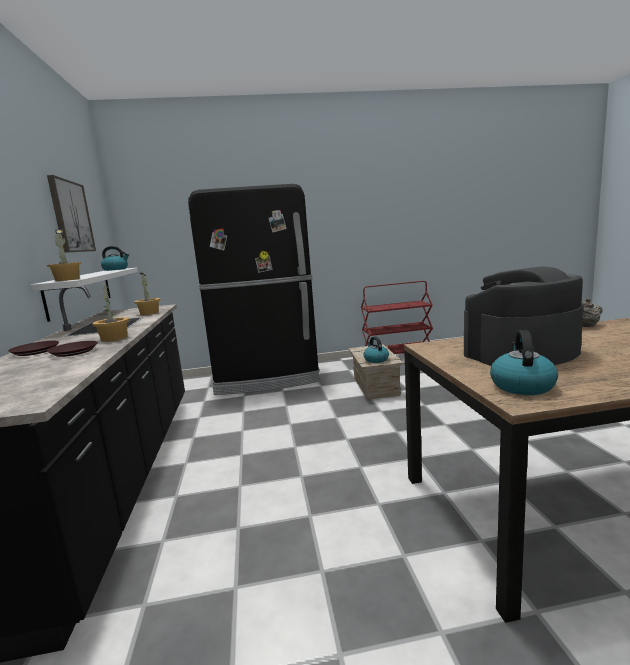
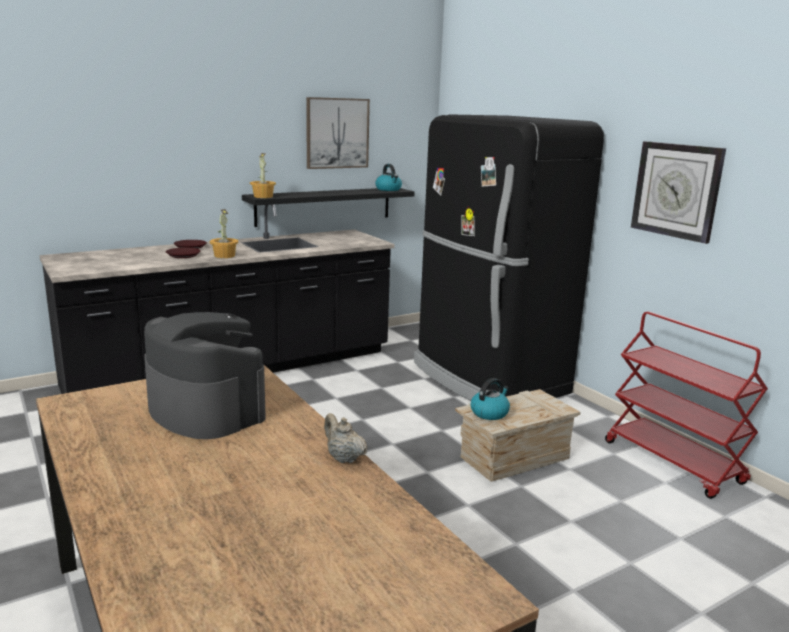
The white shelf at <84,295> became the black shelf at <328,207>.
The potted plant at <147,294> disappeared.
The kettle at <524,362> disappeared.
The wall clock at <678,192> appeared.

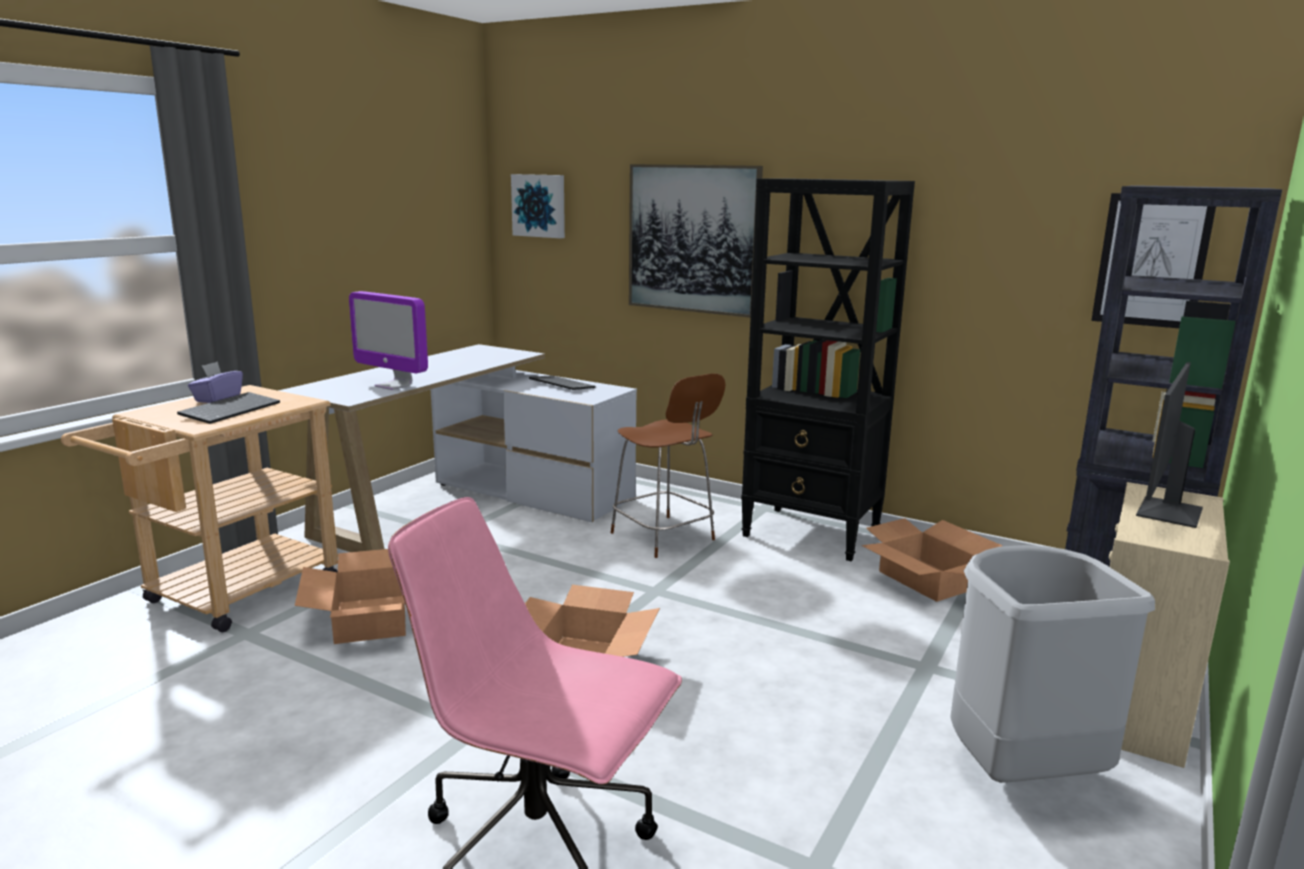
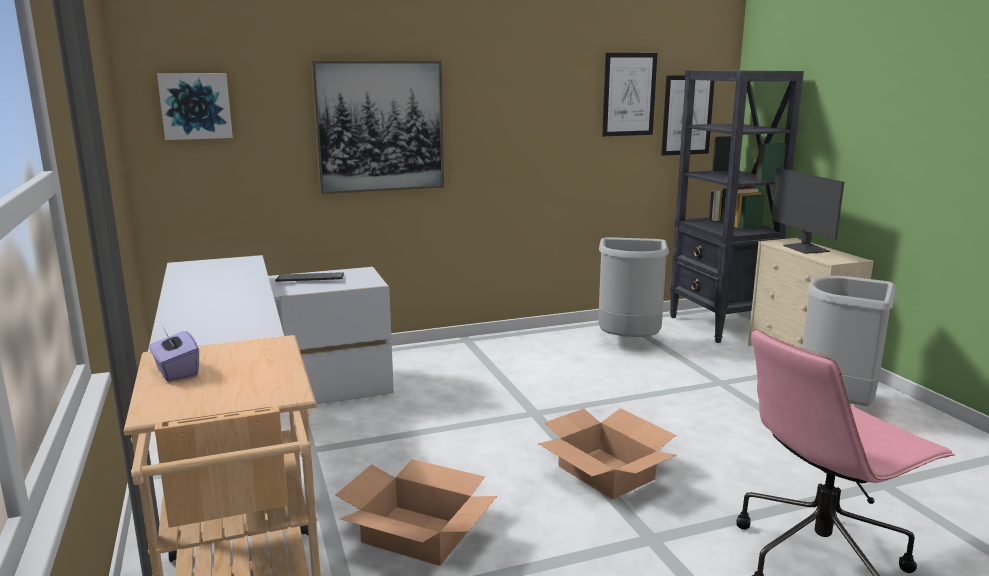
The keyboard at <228,408> disappeared.
The monitor at <388,340> disappeared.
The brown chair at <668,465> disappeared.
The black bookcase at <828,370> disappeared.
The cardboard box at <932,560> was replaced by the grey trash can at <633,287>.
The picture at <629,94> appeared.

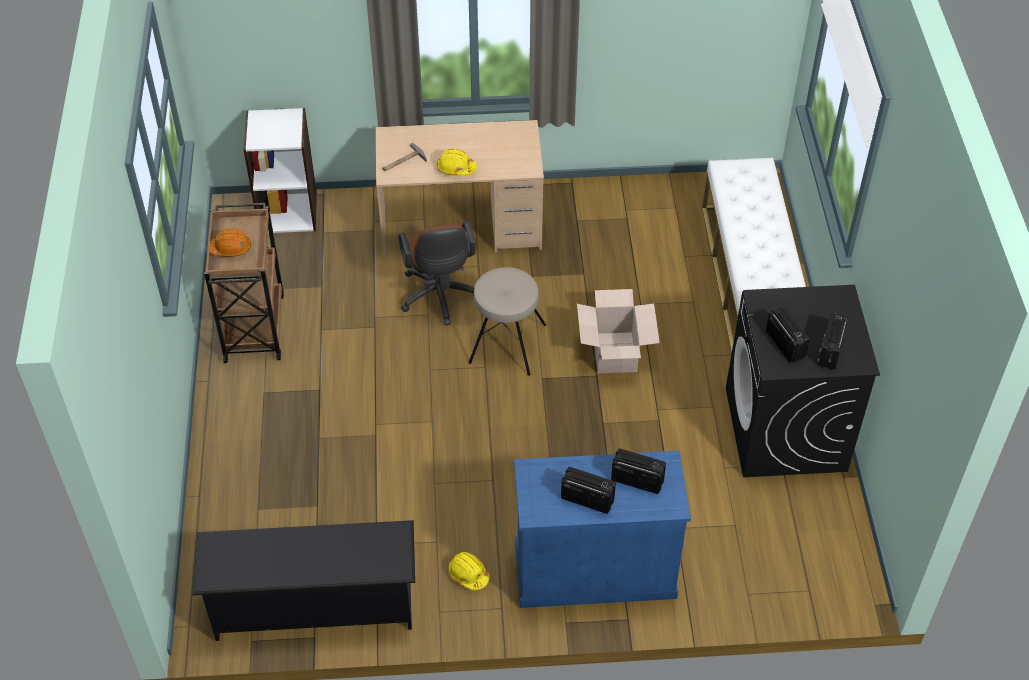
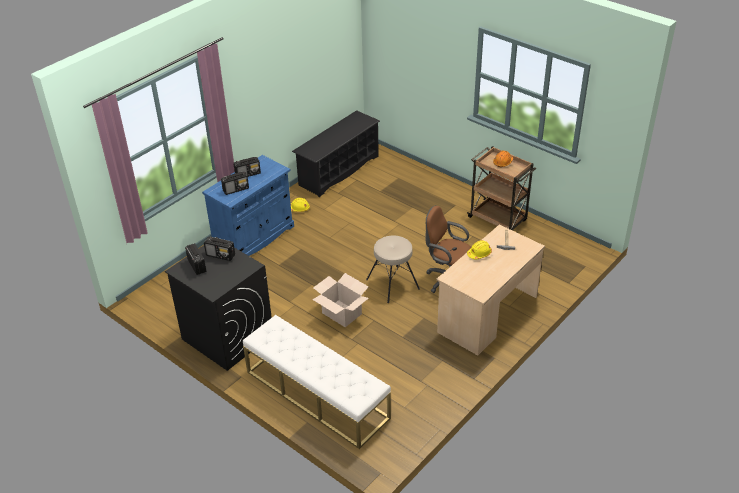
The white bookcase at <280,170> disappeared.

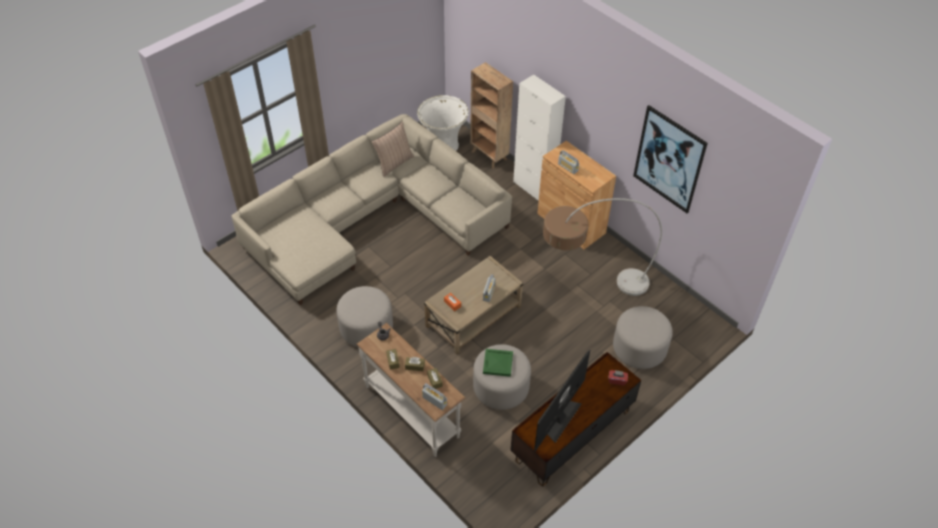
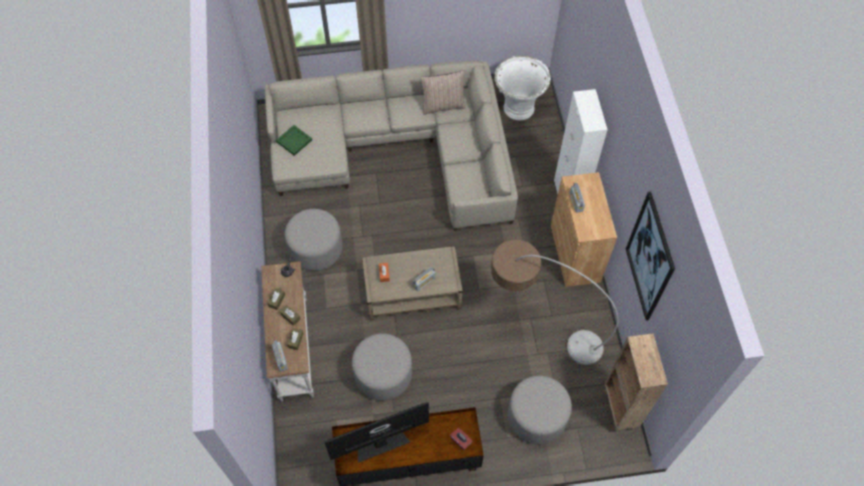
The brown bookcase moved from <491,115> to <635,382>.
The green tray moved from <498,363> to <294,140>.

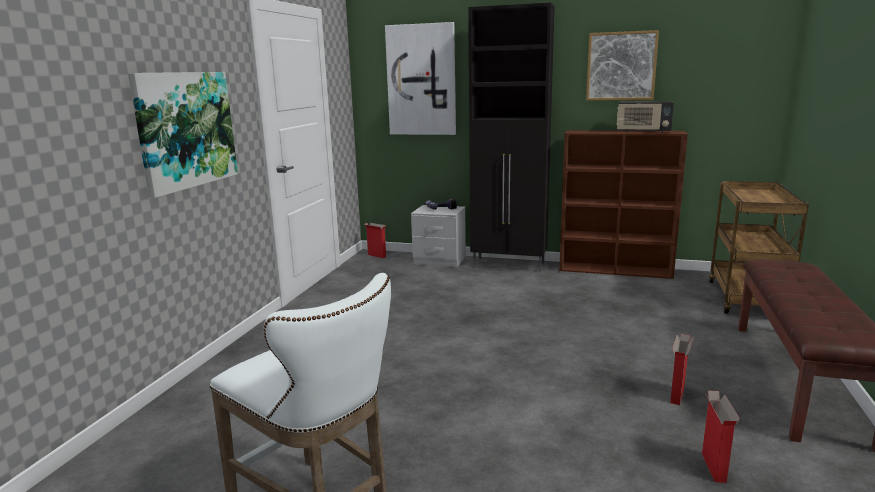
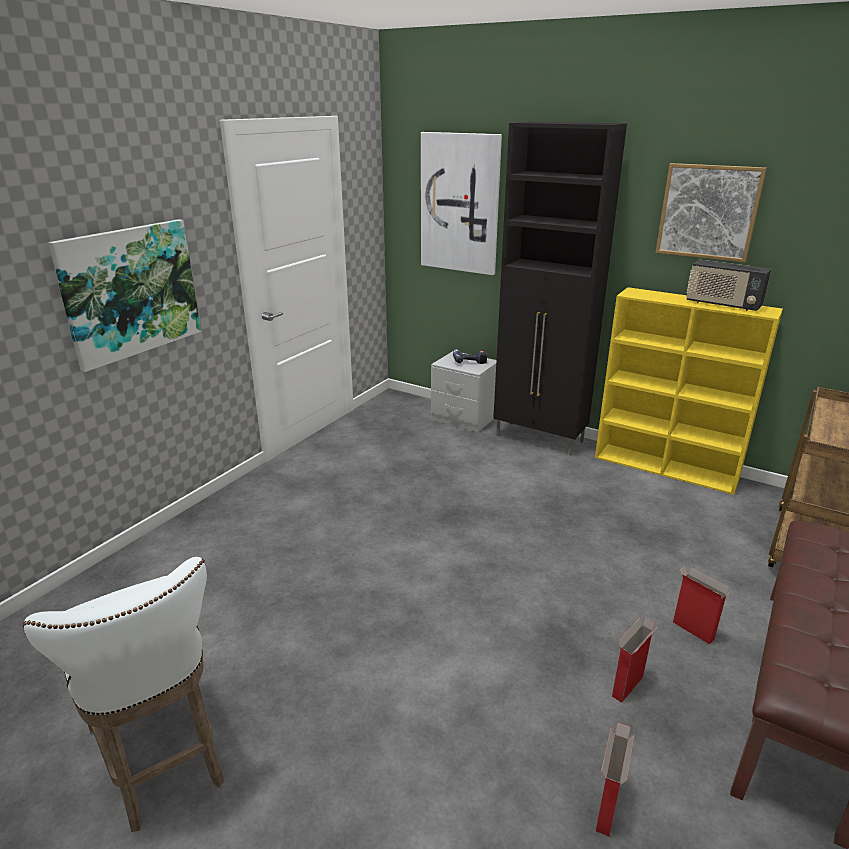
The cardboard box moved from <375,240> to <702,605>.
The brown bookcase at <623,204> became the yellow bookcase at <689,391>.

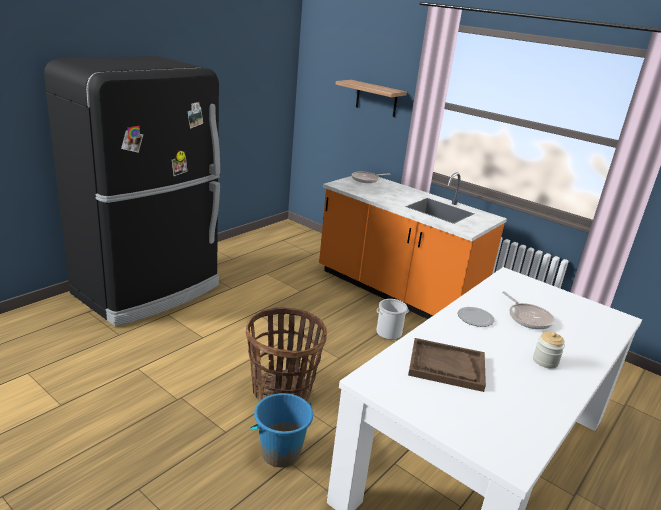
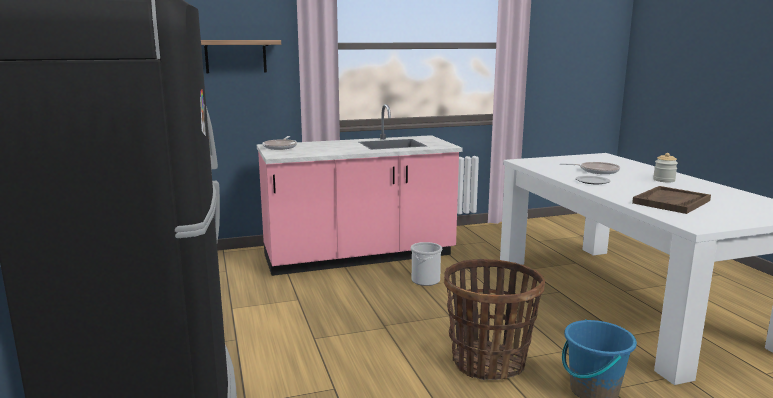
The orange counter at <413,245> became the pink counter at <360,190>.

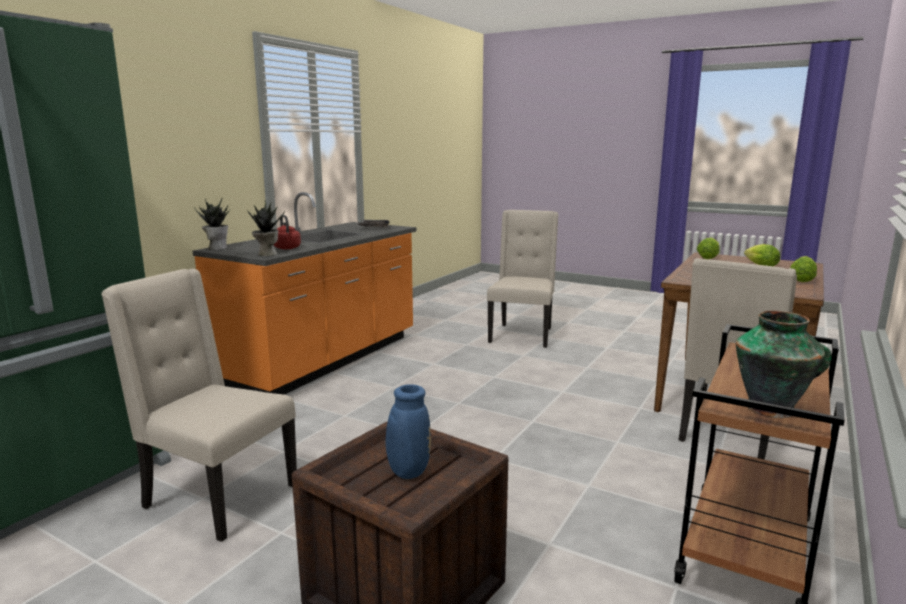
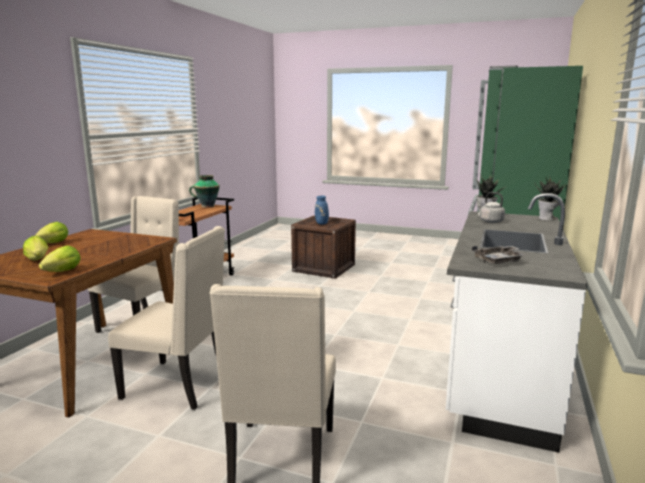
The beige chair moved from <199,405> to <166,318>.
The orange counter at <305,293> became the white counter at <516,323>.
The red kettle at <287,232> became the grey kettle at <491,207>.

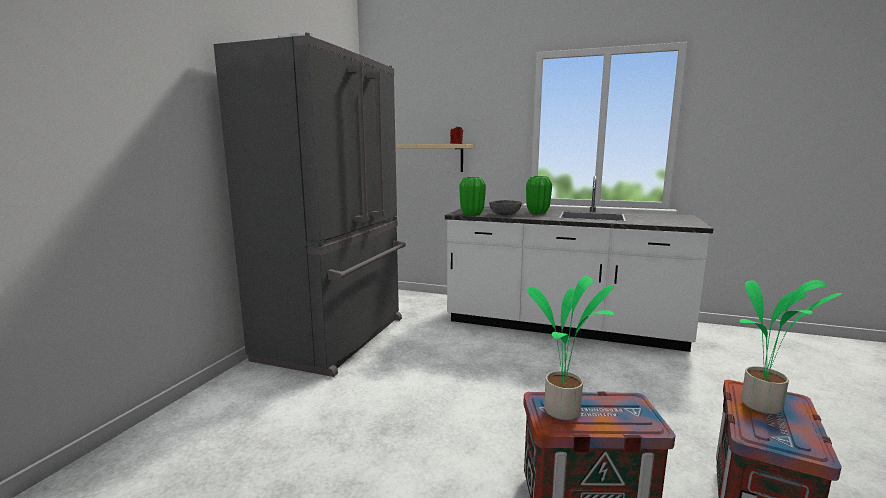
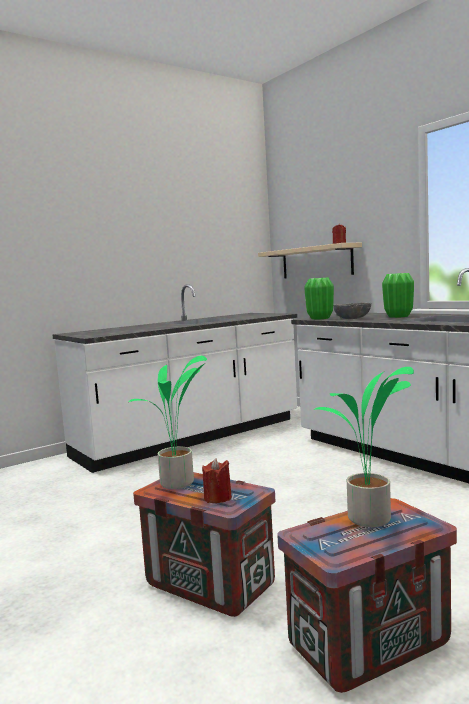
The grey fridge at <309,204> was replaced by the white counter at <174,378>.
The red candle at <217,480> appeared.

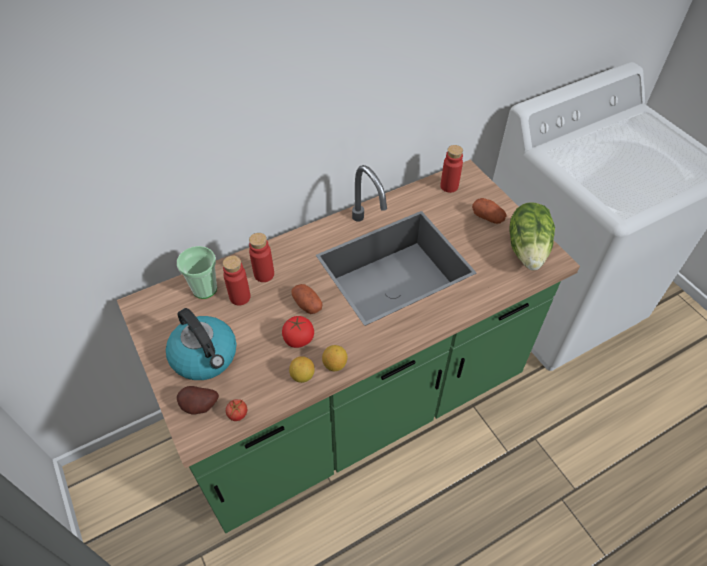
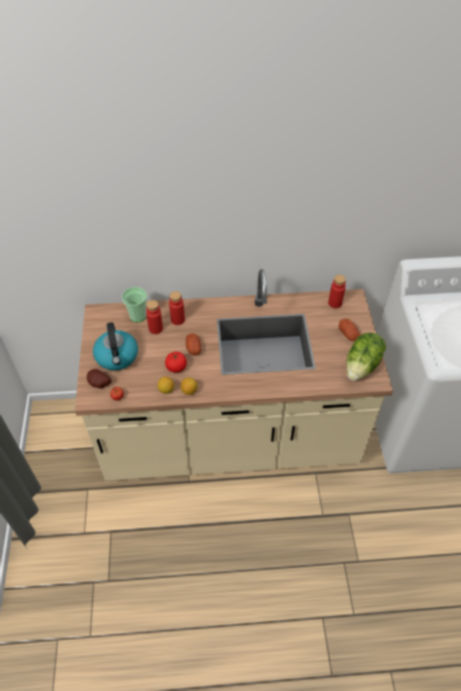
The green counter at <348,346> became the beige counter at <234,375>.

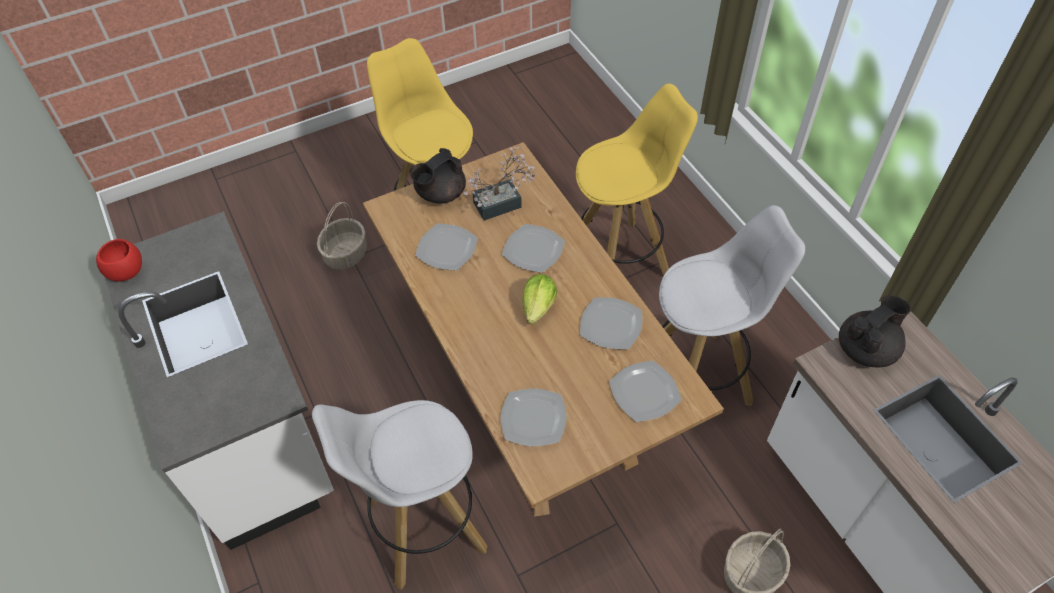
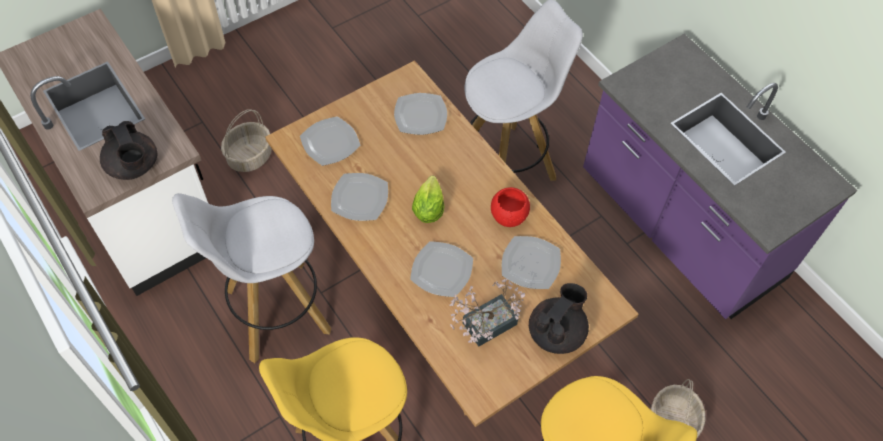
The red bowl moved from <119,260> to <510,207>.
The white counter at <219,380> became the purple counter at <720,176>.
The black teapot at <875,331> turned 75 degrees counterclockwise.

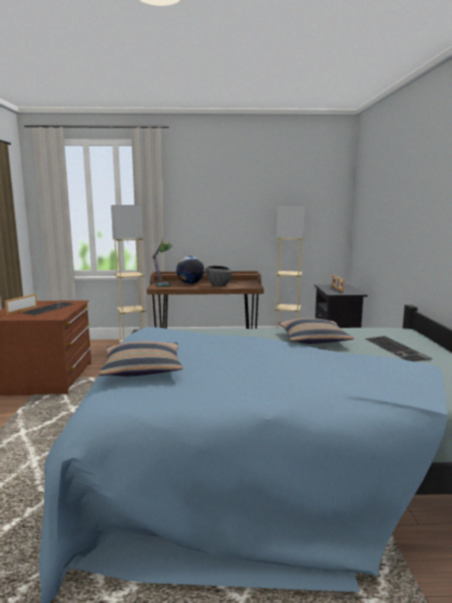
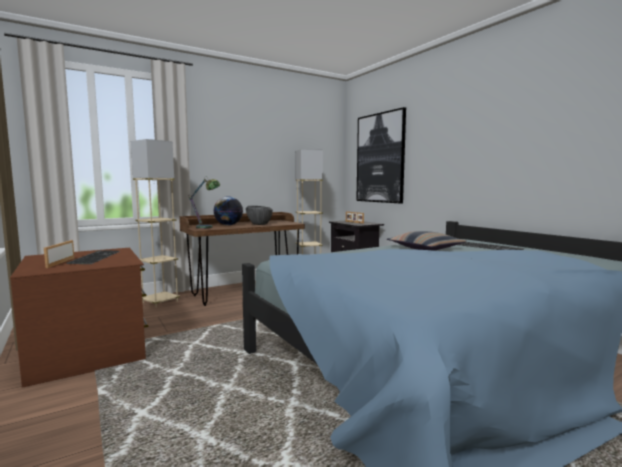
The pillow at <141,358> disappeared.
The picture at <381,155> appeared.

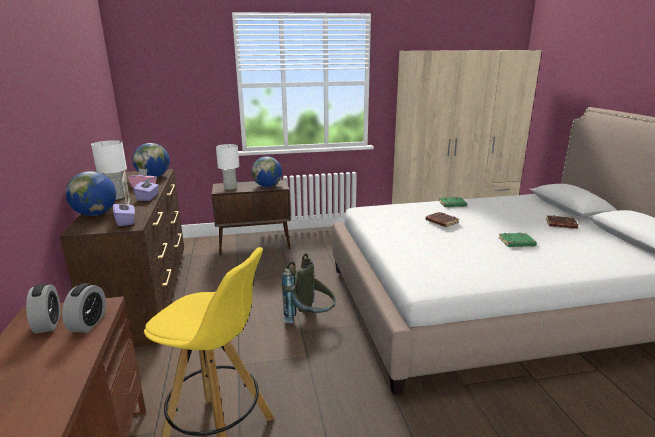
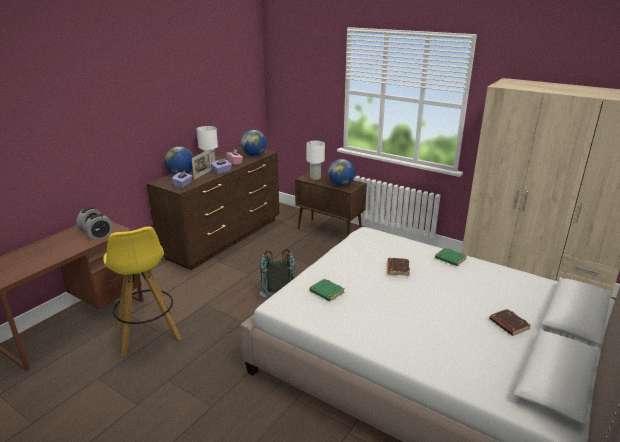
The green book moved from <518,240> to <326,290>.

